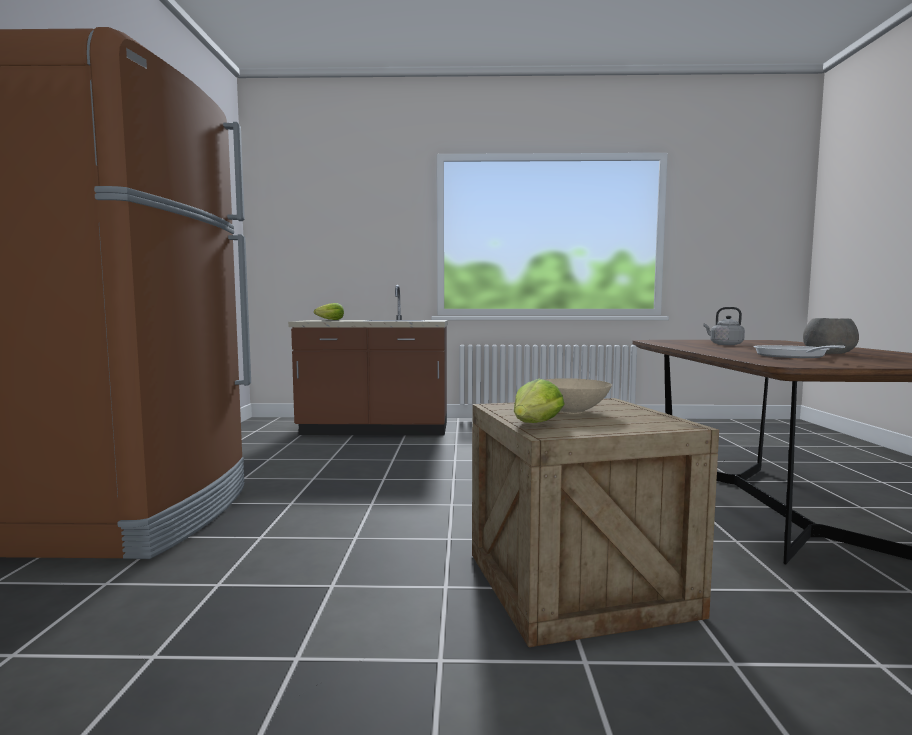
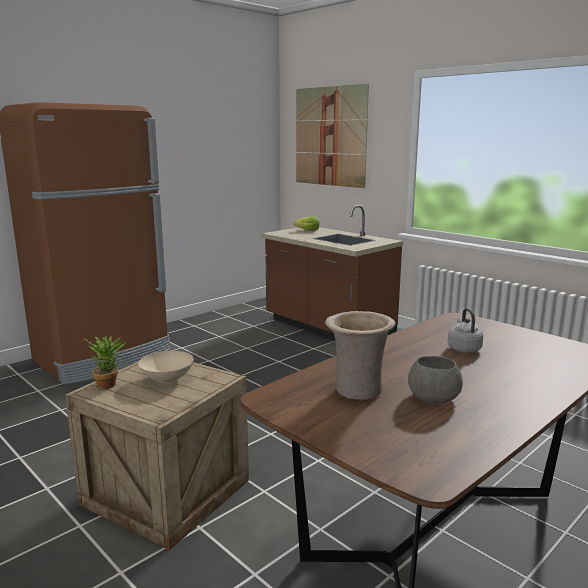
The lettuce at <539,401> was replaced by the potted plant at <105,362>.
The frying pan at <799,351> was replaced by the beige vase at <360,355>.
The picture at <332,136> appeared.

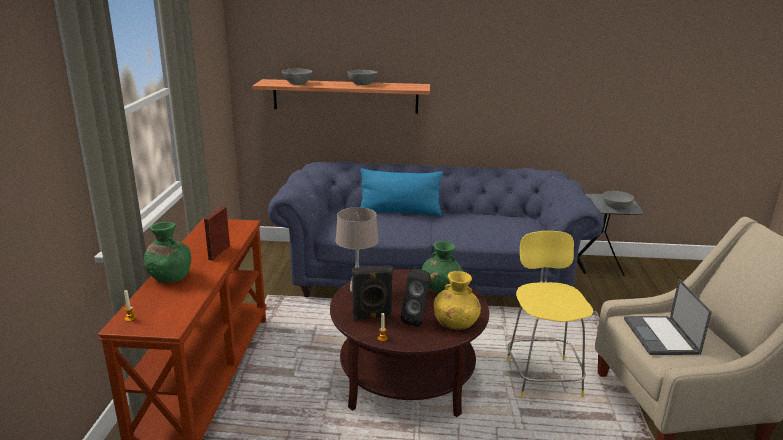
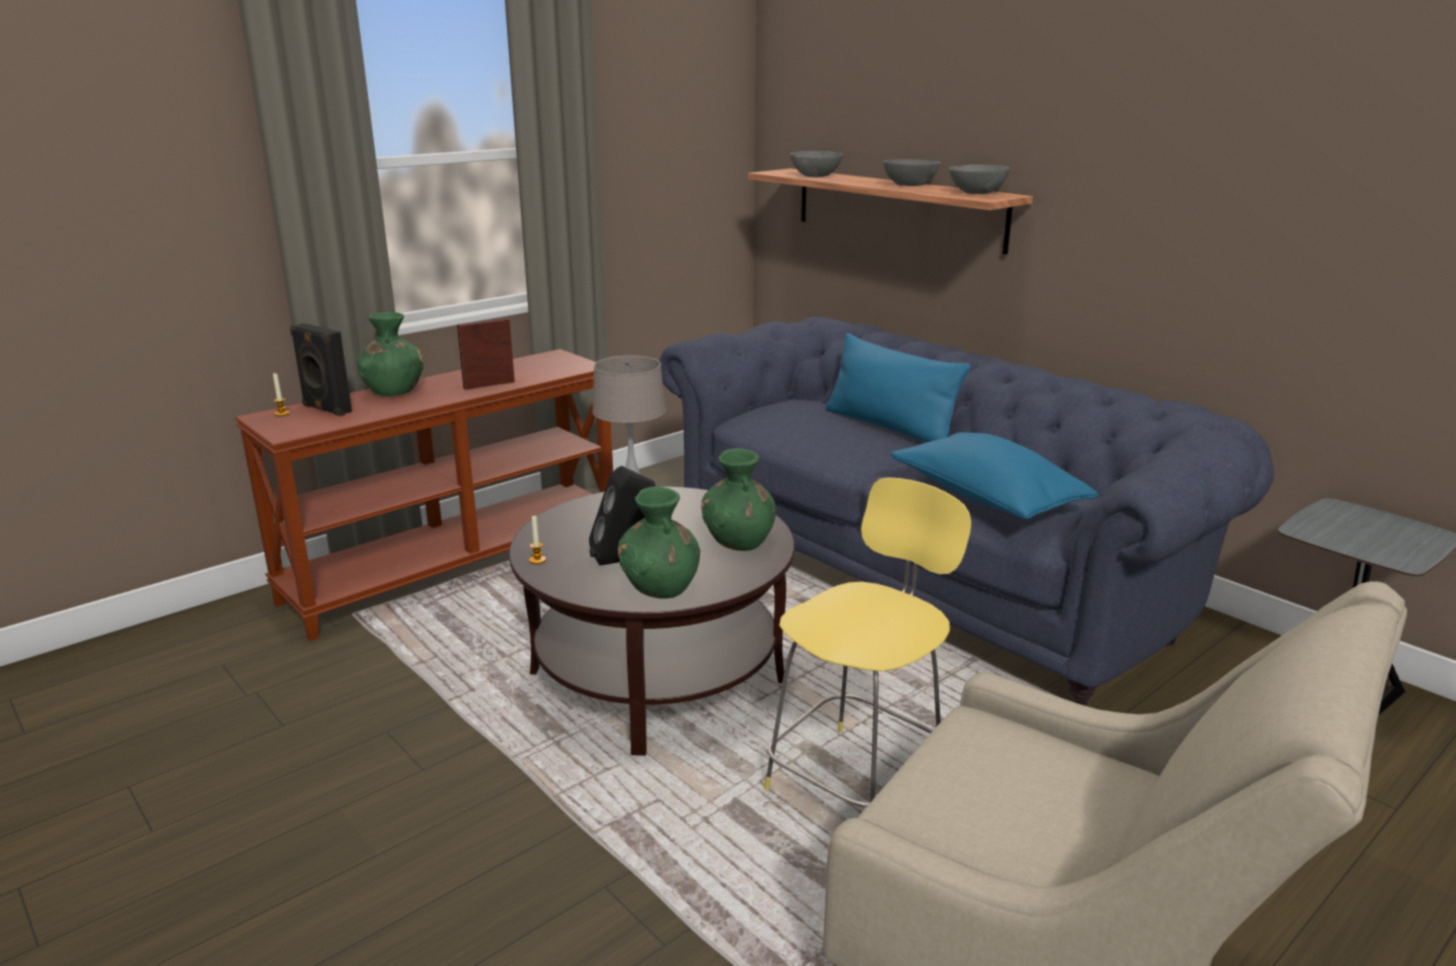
The black speaker moved from <372,293> to <321,369>.
The yellow vase at <457,300> became the green vase at <659,542>.
The grey bowl moved from <618,200> to <979,179>.
The laptop at <668,317> disappeared.
The blue pillow at <994,475> appeared.

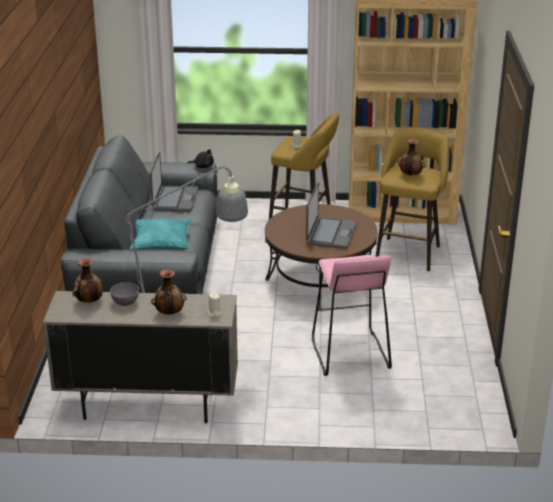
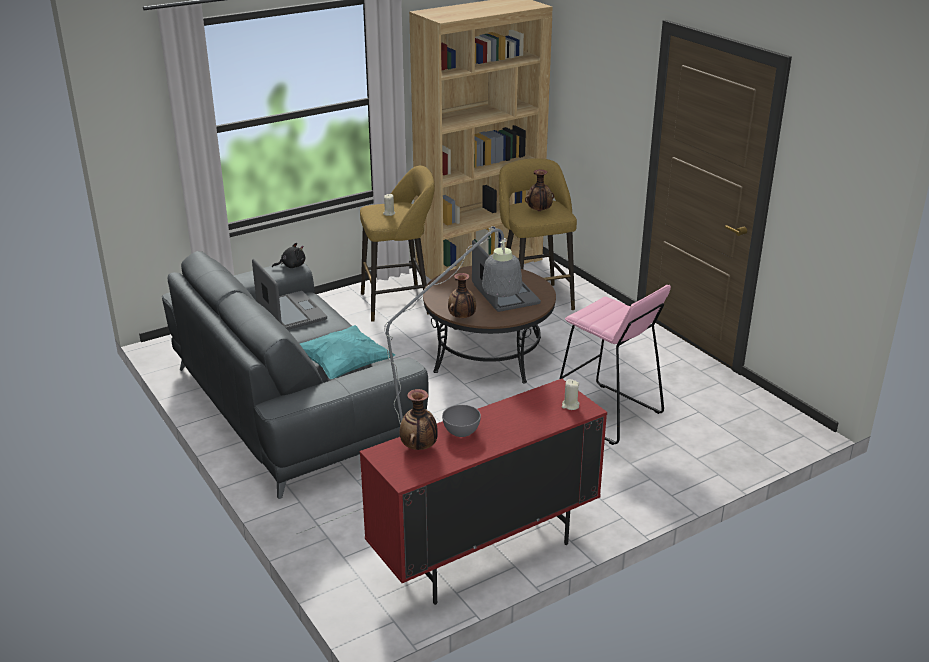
The beige cabinet at <140,357> became the red cabinet at <483,492>.
The vase moved from <168,292> to <462,295>.

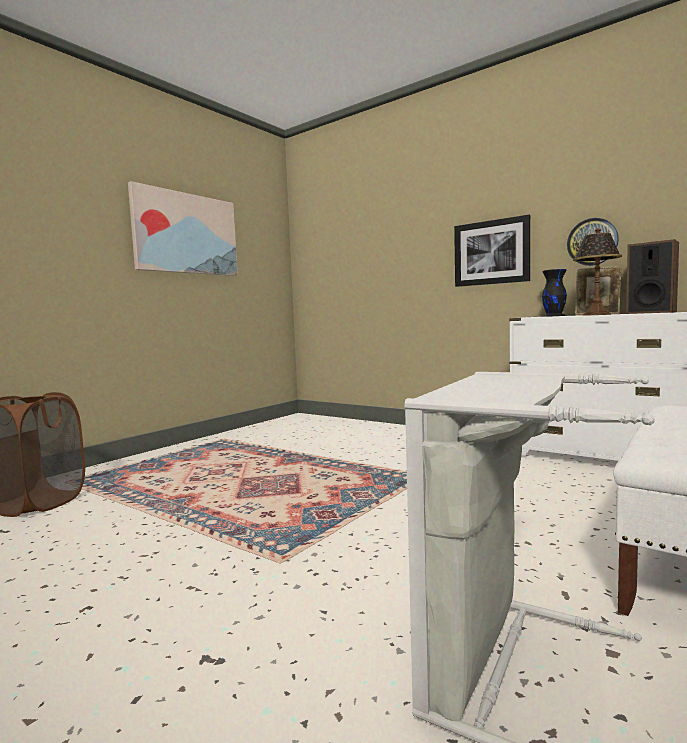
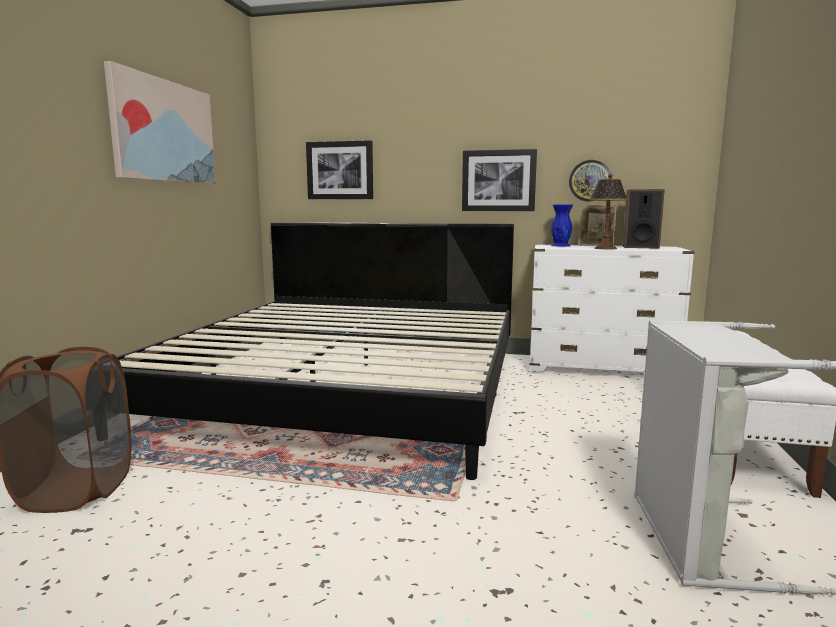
The black vase at <554,293> became the blue vase at <562,225>.
The bed at <315,351> appeared.
The picture at <339,169> appeared.

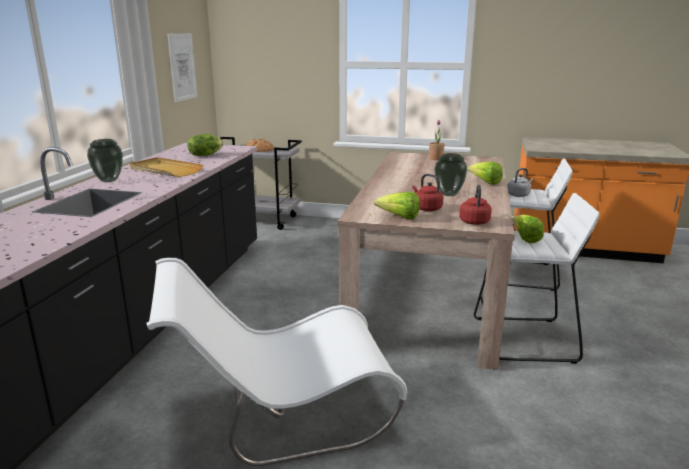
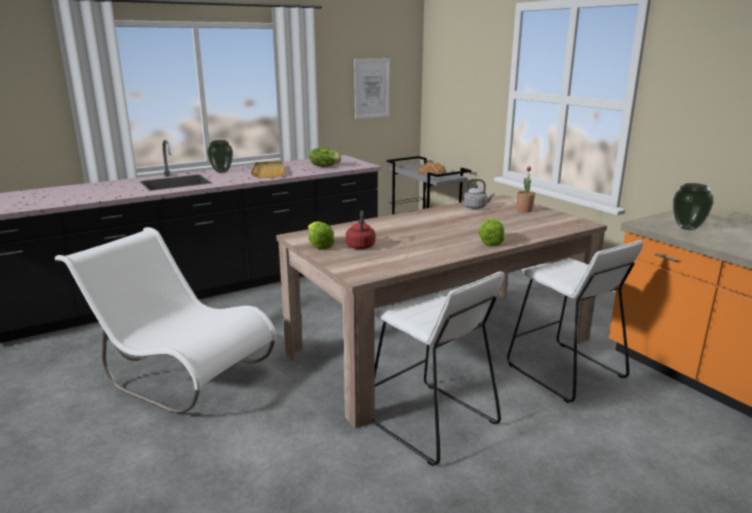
The vase moved from <450,174> to <693,206>.
The red kettle at <475,204> disappeared.
The grey kettle moved from <520,182> to <479,194>.
The lettuce at <528,229> disappeared.

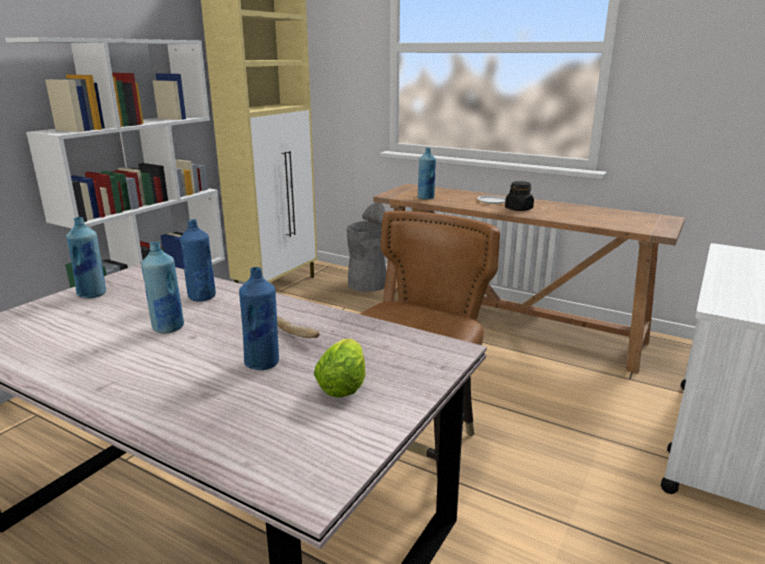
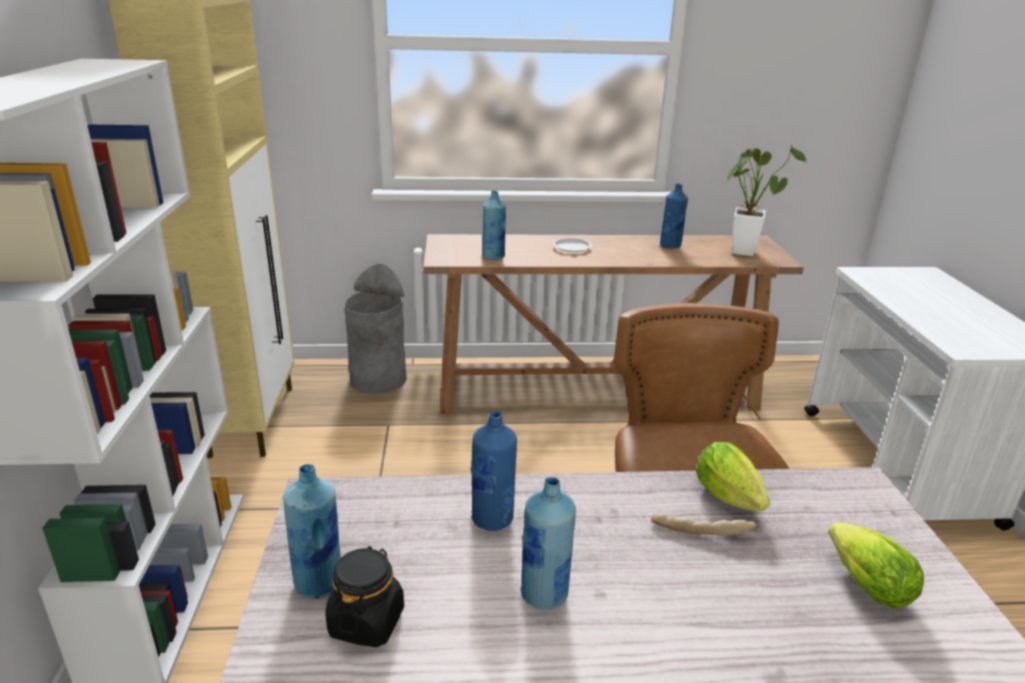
The blue bottle moved from <259,318> to <674,216>.
The black jar moved from <519,196> to <364,596>.
The lettuce at <733,476> appeared.
The potted plant at <766,200> appeared.

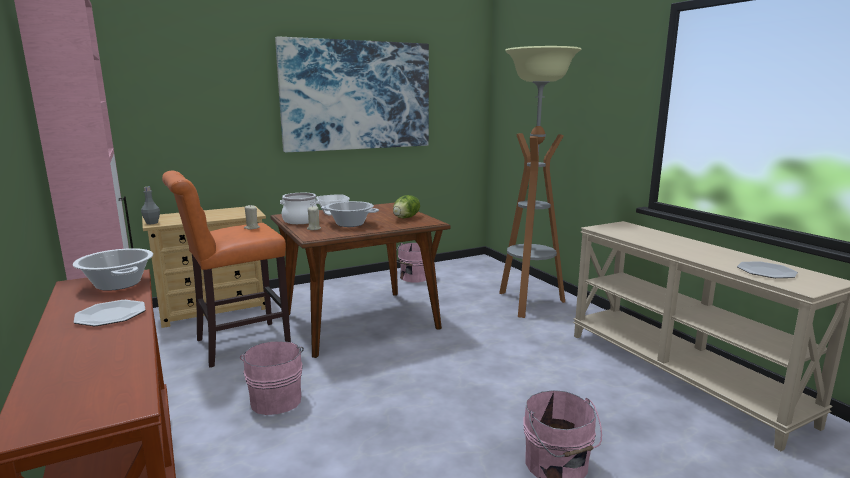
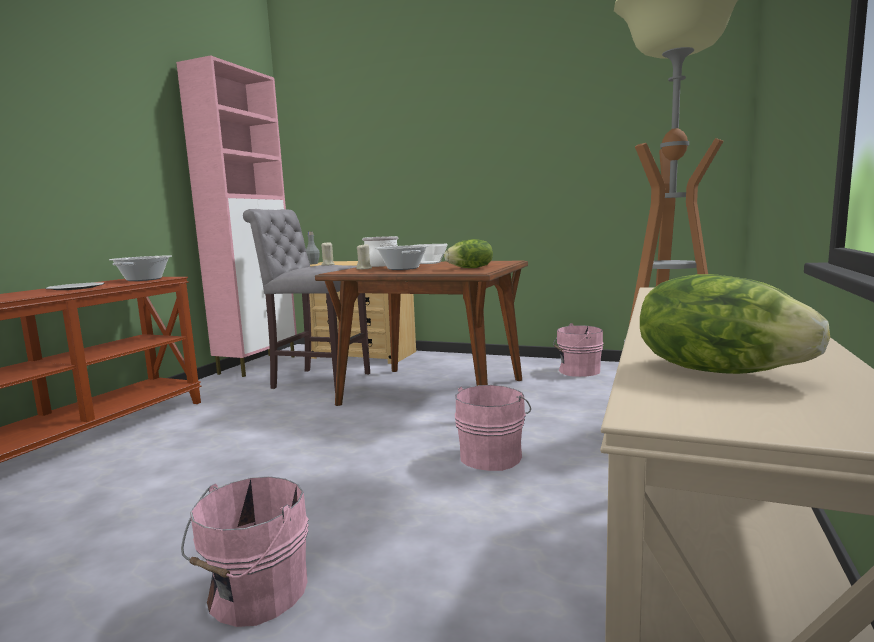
The orange stool at <226,269> became the grey stool at <306,299>.
The pink bucket moved from <272,378> to <493,428>.
The picture at <352,94> disappeared.
The plate at <767,269> was replaced by the lettuce at <735,324>.

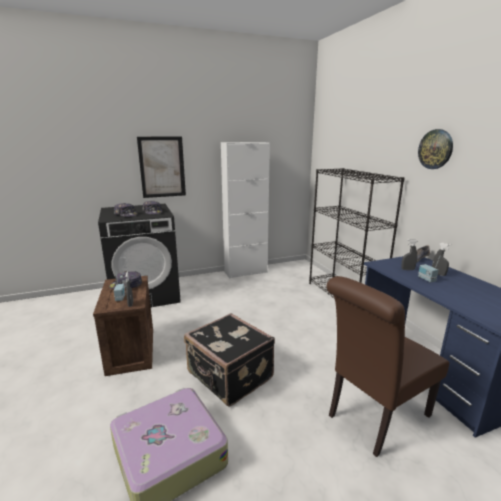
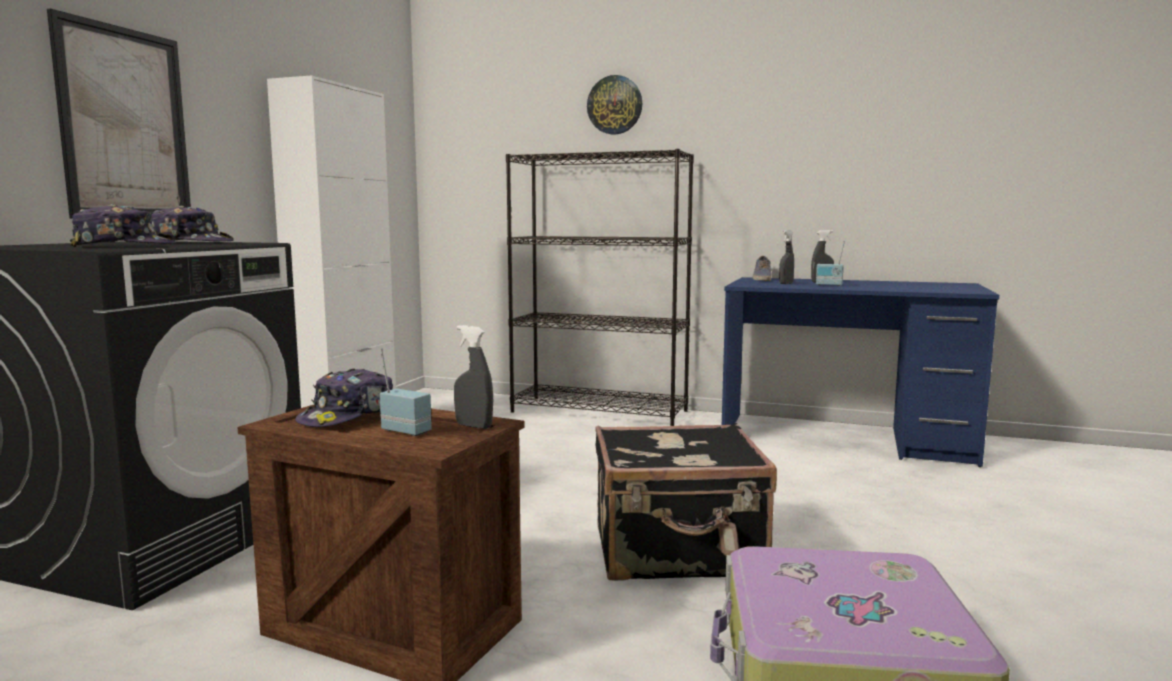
The brown chair at <388,366> disappeared.
The wall clock moved from <435,149> to <614,105>.

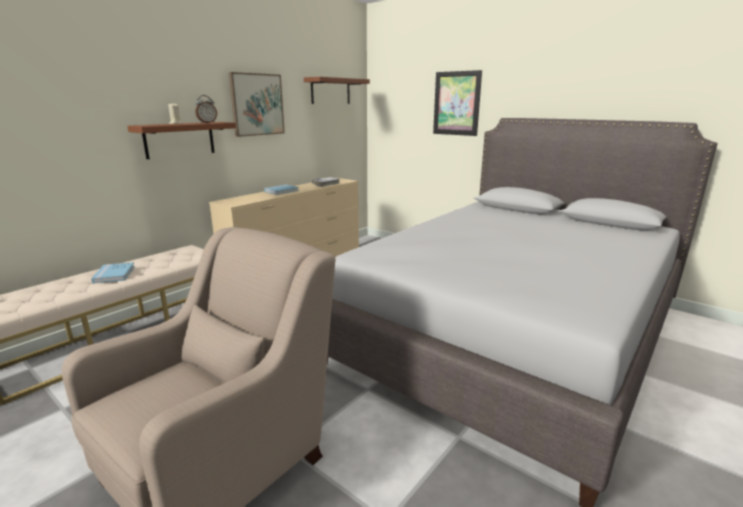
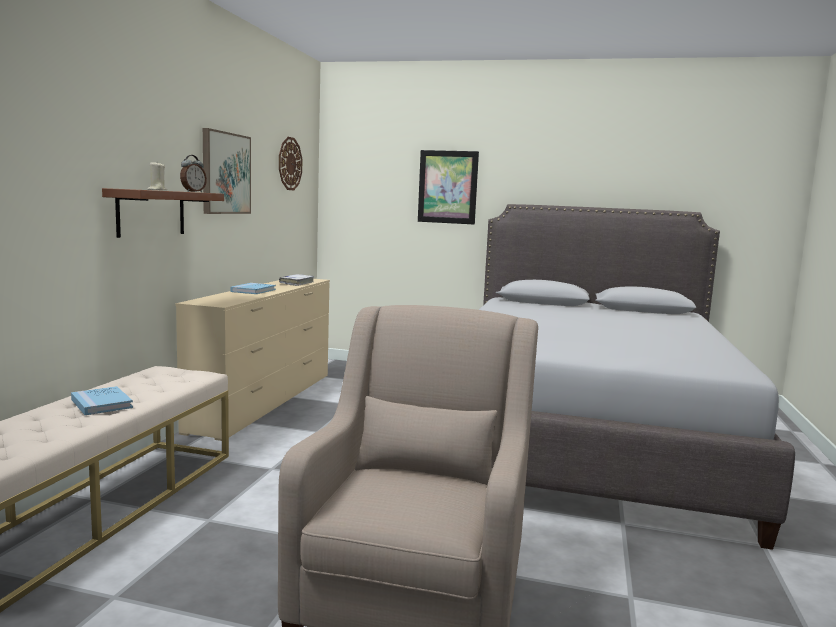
The brown shelf at <337,90> was replaced by the wall clock at <290,163>.

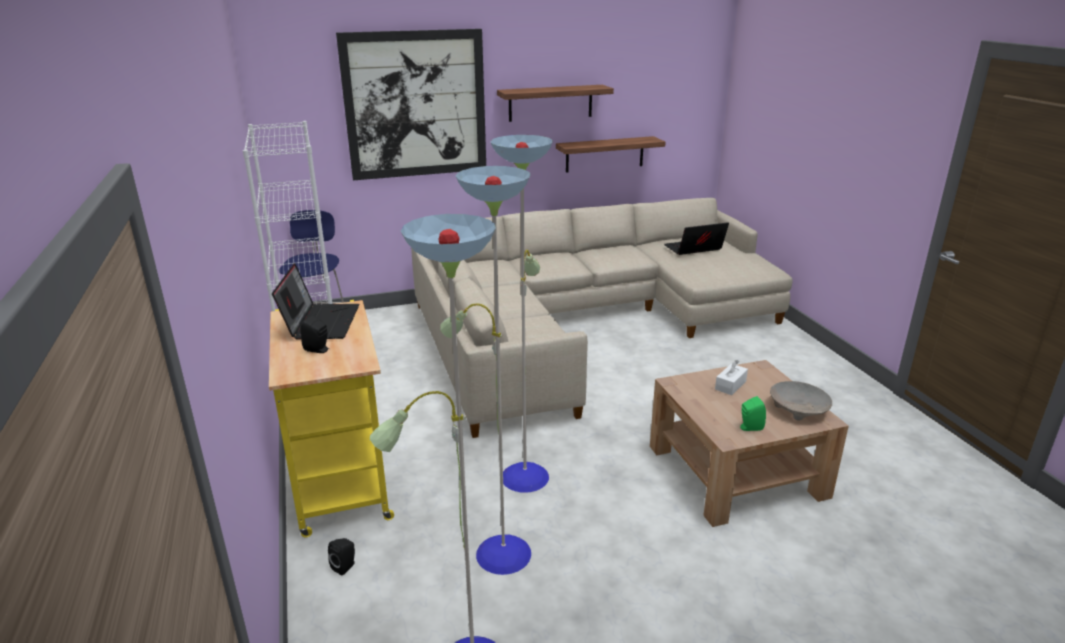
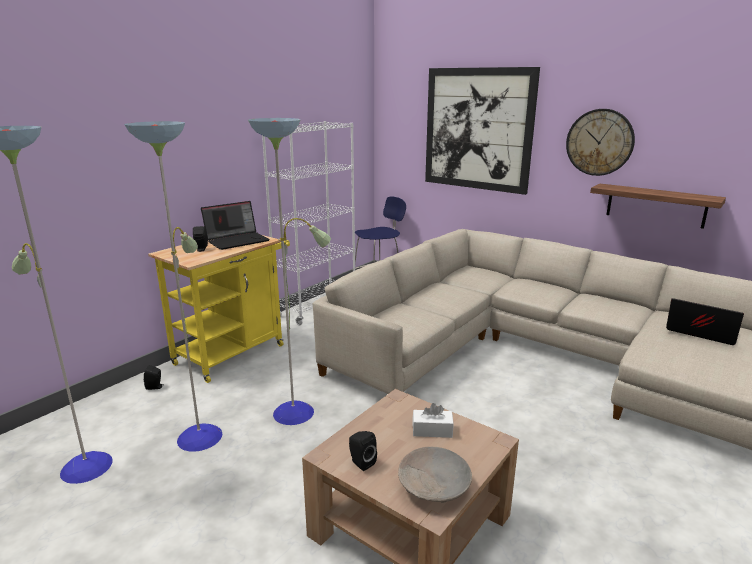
The shelf at <555,103> was replaced by the wall clock at <600,142>.
The green speaker at <753,413> became the black speaker at <363,451>.

